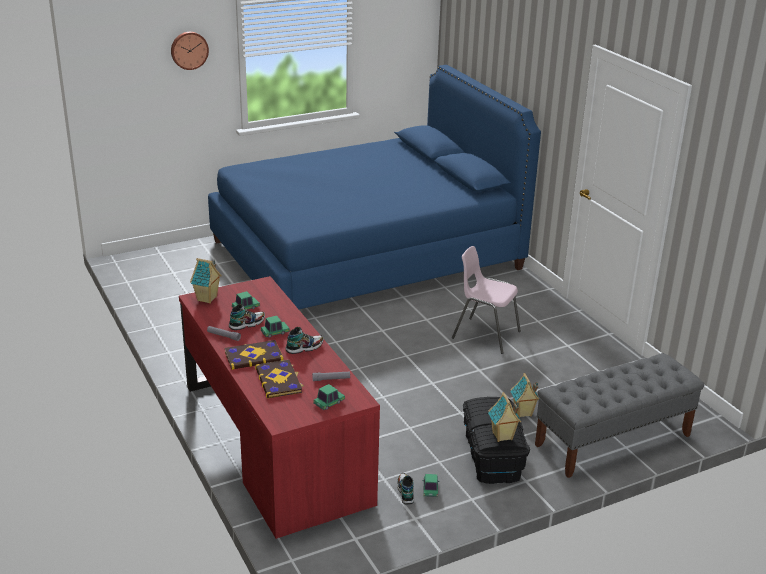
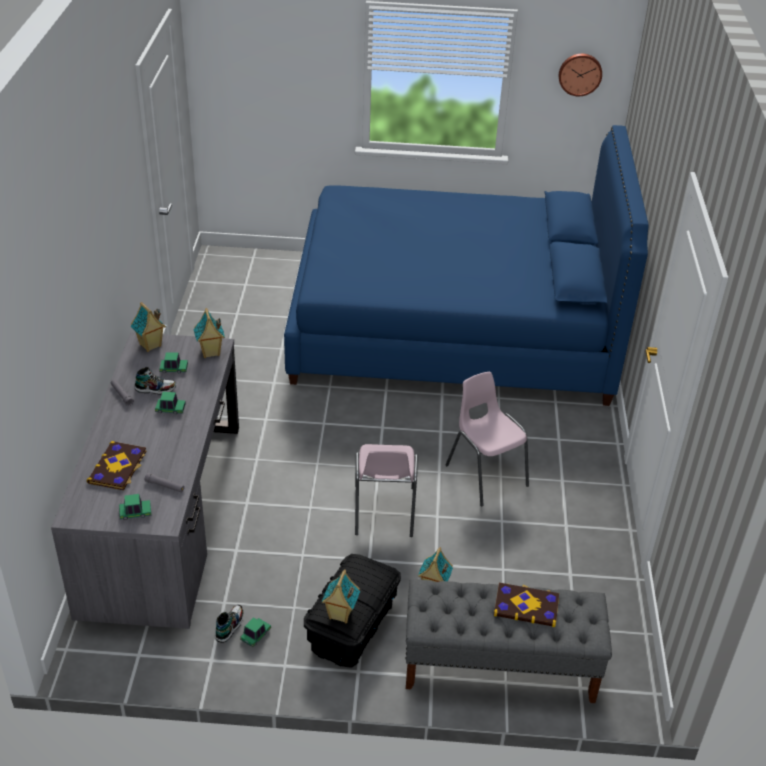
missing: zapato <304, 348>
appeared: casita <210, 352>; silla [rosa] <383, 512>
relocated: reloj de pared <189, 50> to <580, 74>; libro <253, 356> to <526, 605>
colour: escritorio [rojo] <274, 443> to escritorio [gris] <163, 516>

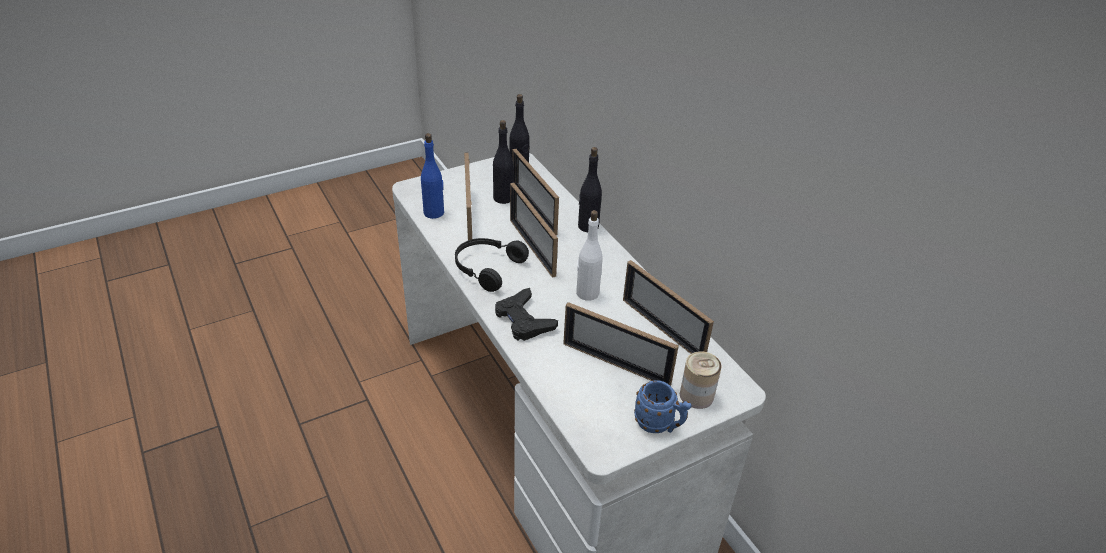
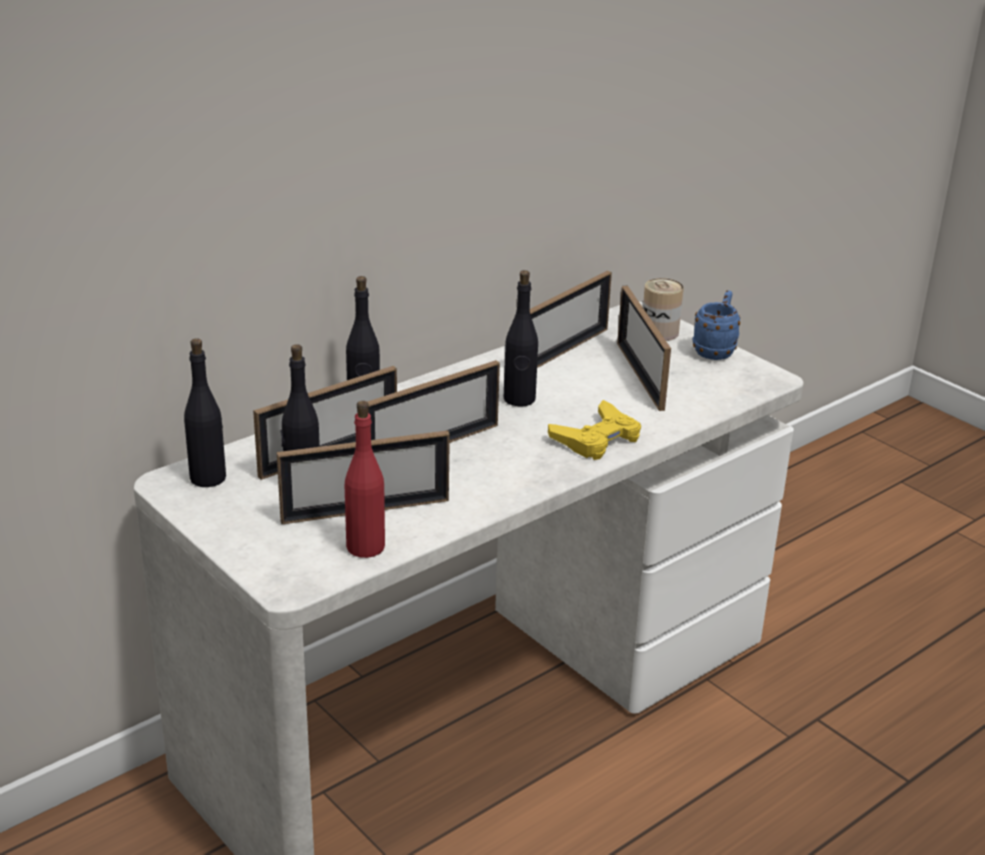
missing: auriculares [negro] <486, 268>
colour: botella [azul] <434, 212> to botella [rojo] <365, 546>; mando de consola [negro] <523, 320> to mando de consola [amarillo] <597, 439>; botella [blanco] <587, 293> to botella [negro] <519, 399>
spun: portarretratos <616, 364> = <640, 376> 150 degrees clockwise

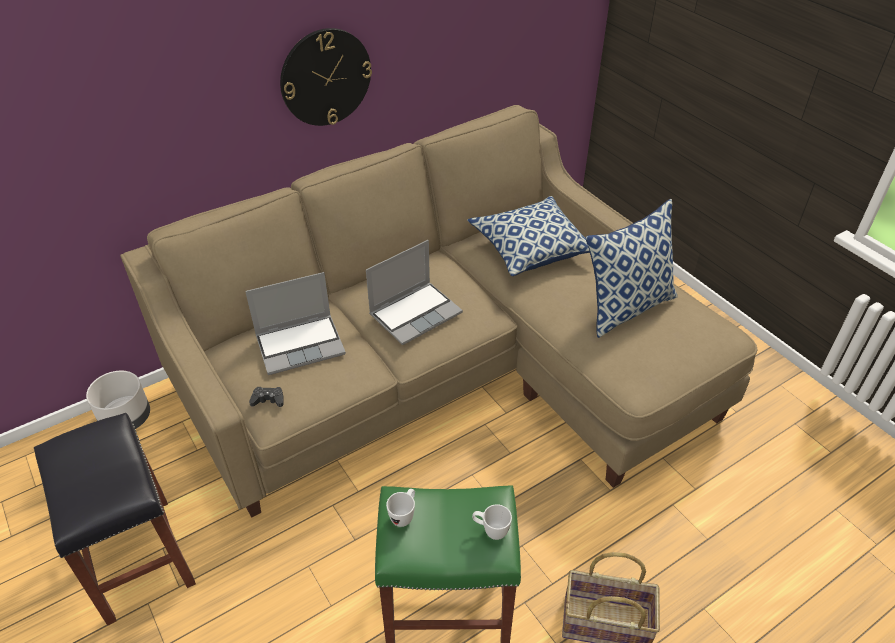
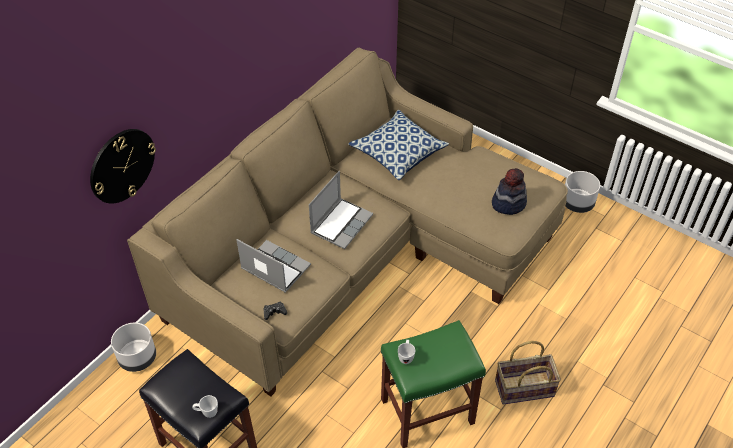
missing: cojín <626, 307>
appeared: sombrero <508, 203>; maceta [gris] <577, 203>
relocated: reloj de pared <325, 77> to <122, 165>; taza grande [blanco] <490, 530> to <207, 412>
spun: portátil <301, 344> = <274, 268> 105 degrees counterclockwise

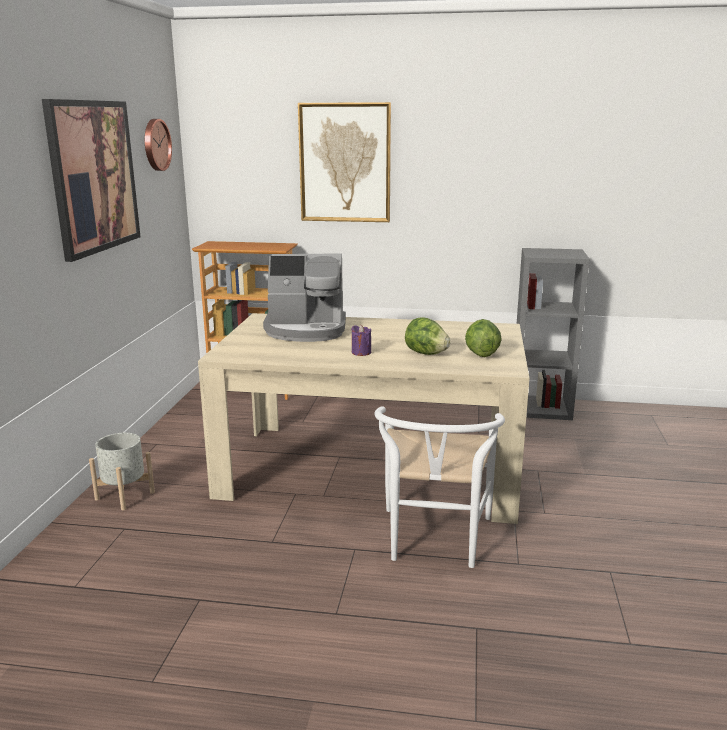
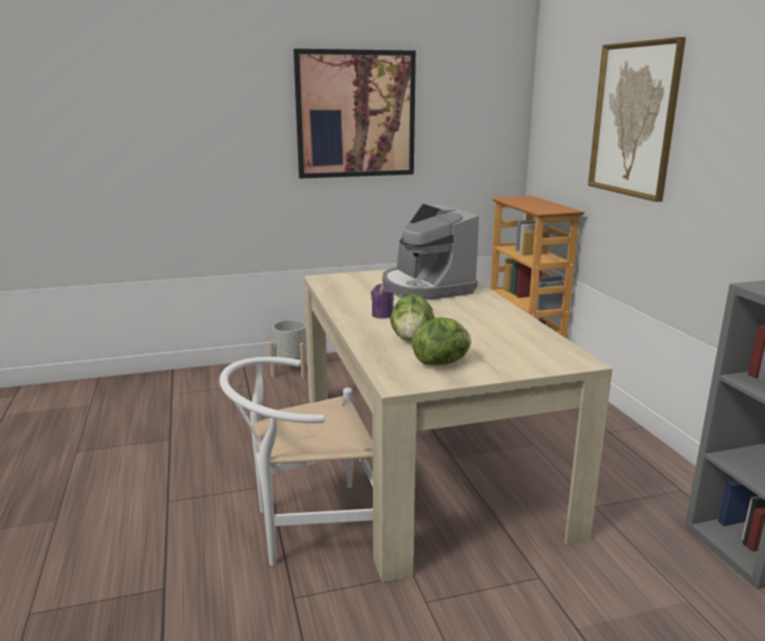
missing: reloj de pared <155, 145>

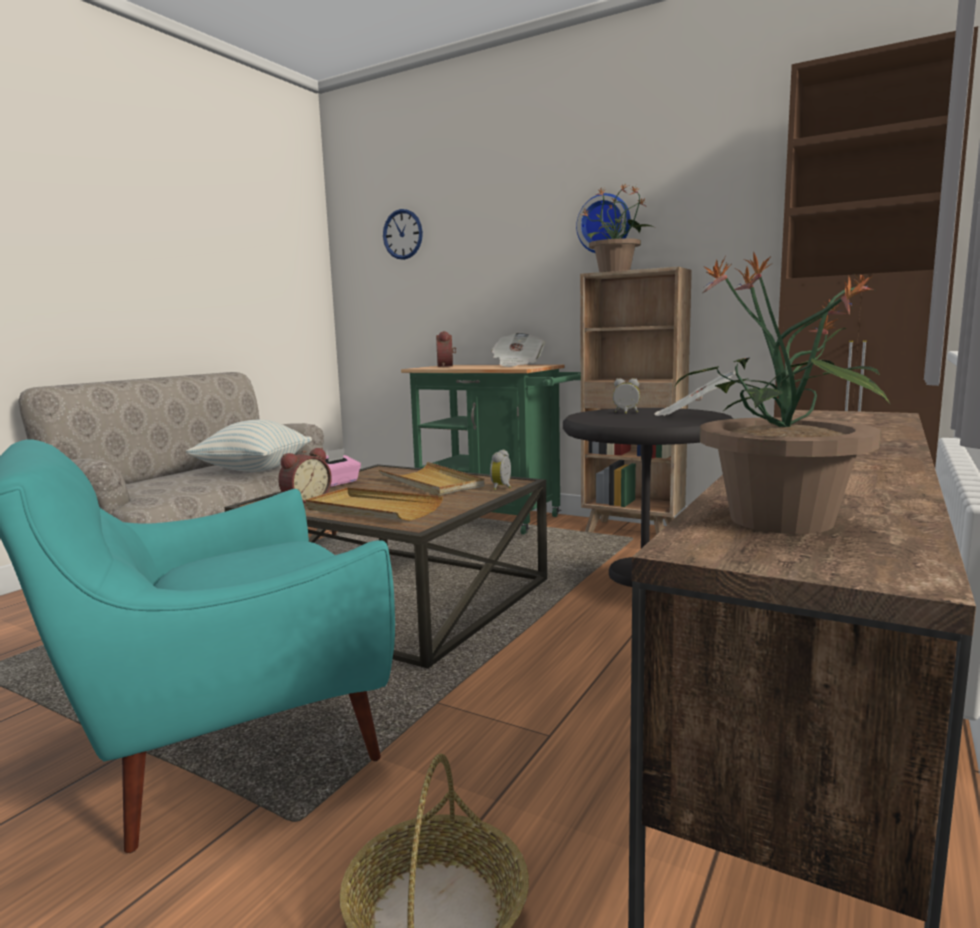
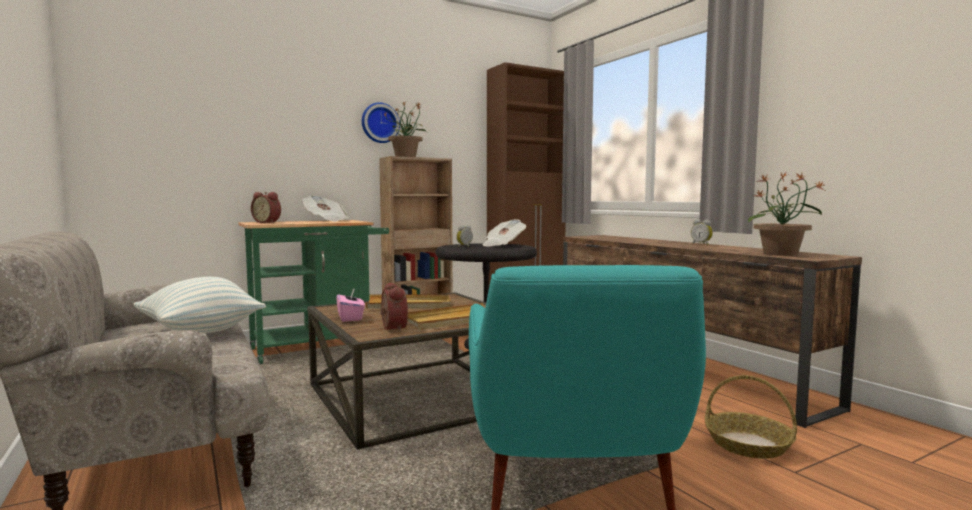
missing: reloj de pared <402, 234>
relocated: despertador <503, 488> to <701, 244>

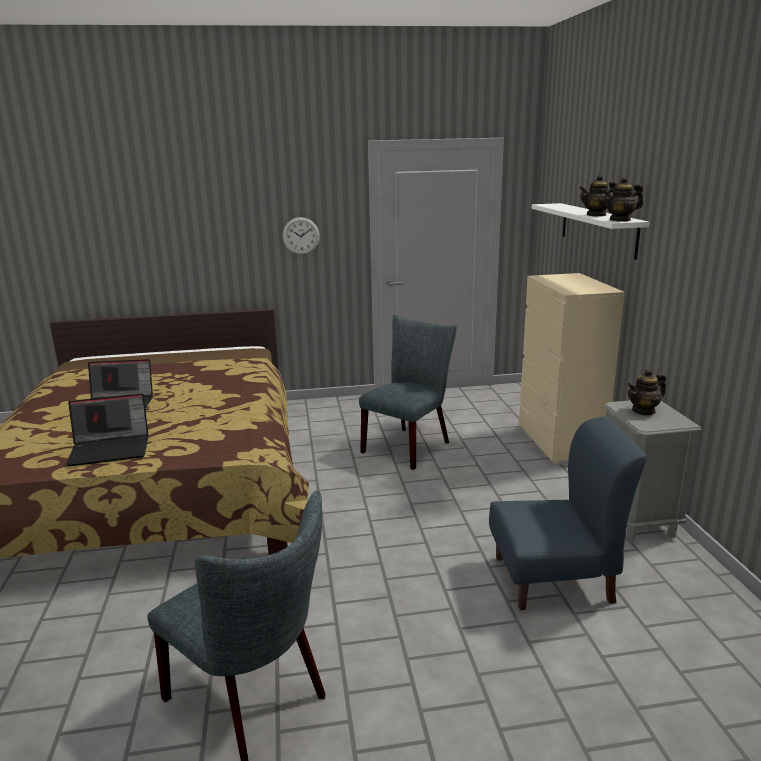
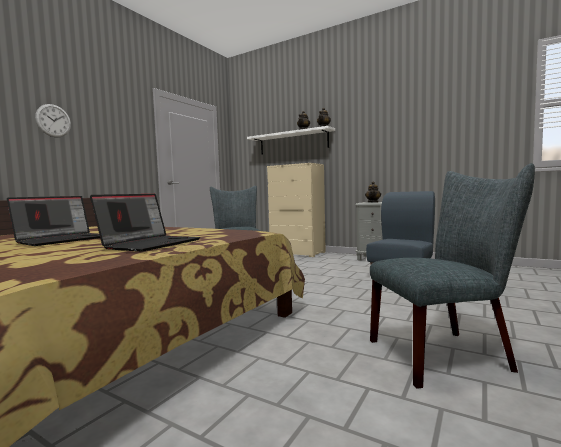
relocated: reloj de pared <301, 236> to <53, 120>

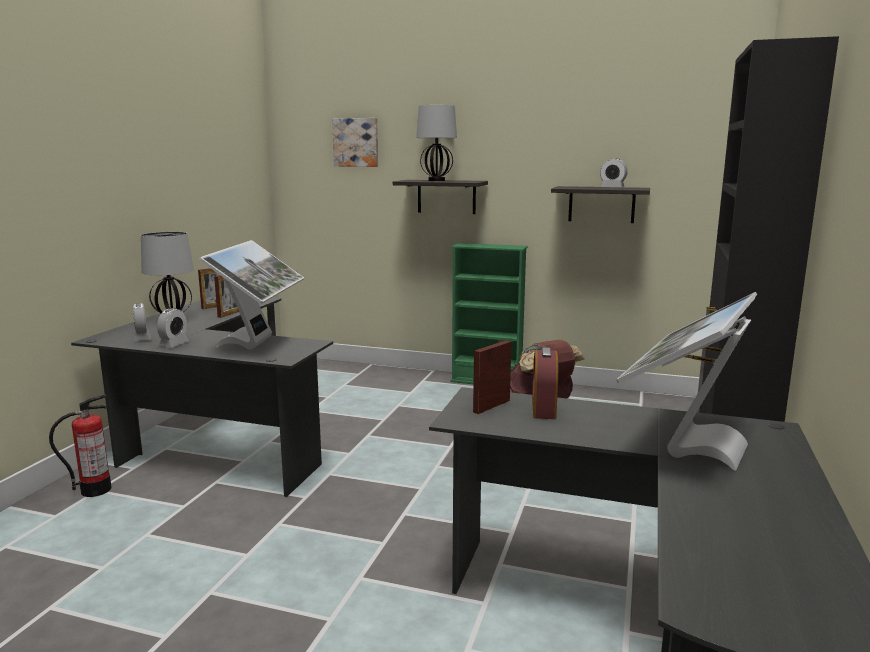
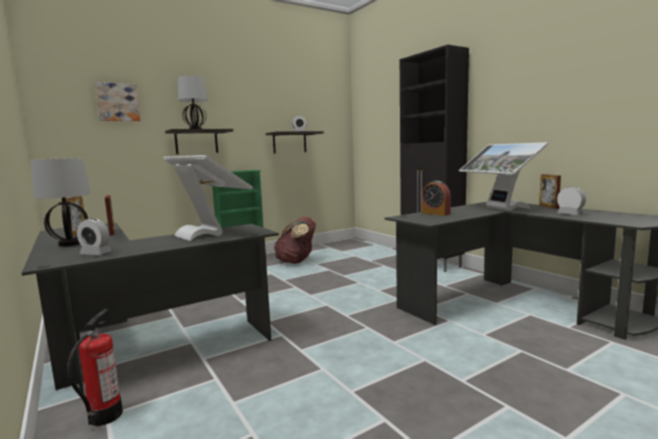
relocated: despertador <174, 344> to <570, 214>; portarretratos <491, 406> to <548, 207>

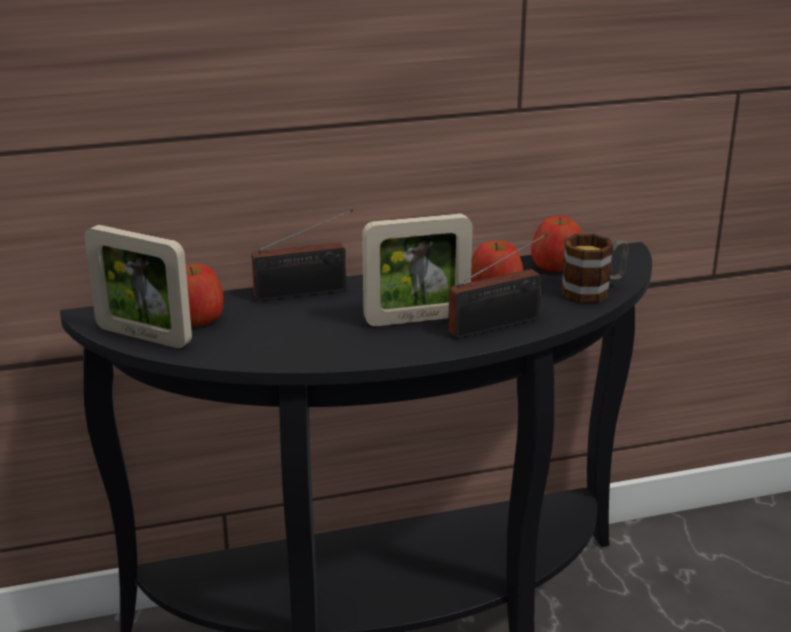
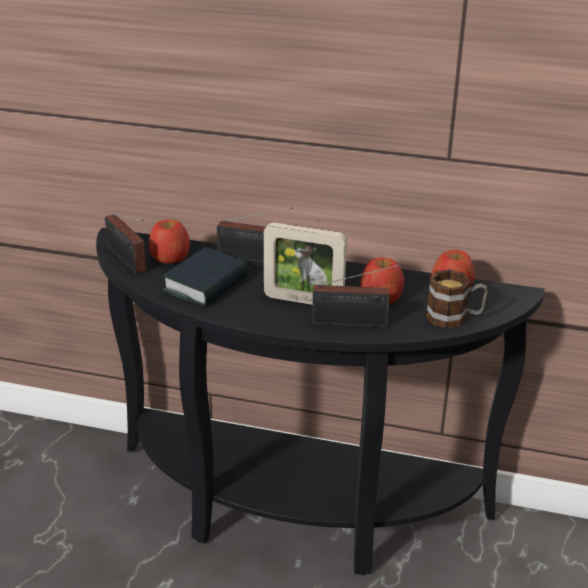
appeared: libro <206, 284>
exchanged: portarretratos <143, 336> to radio <127, 260>

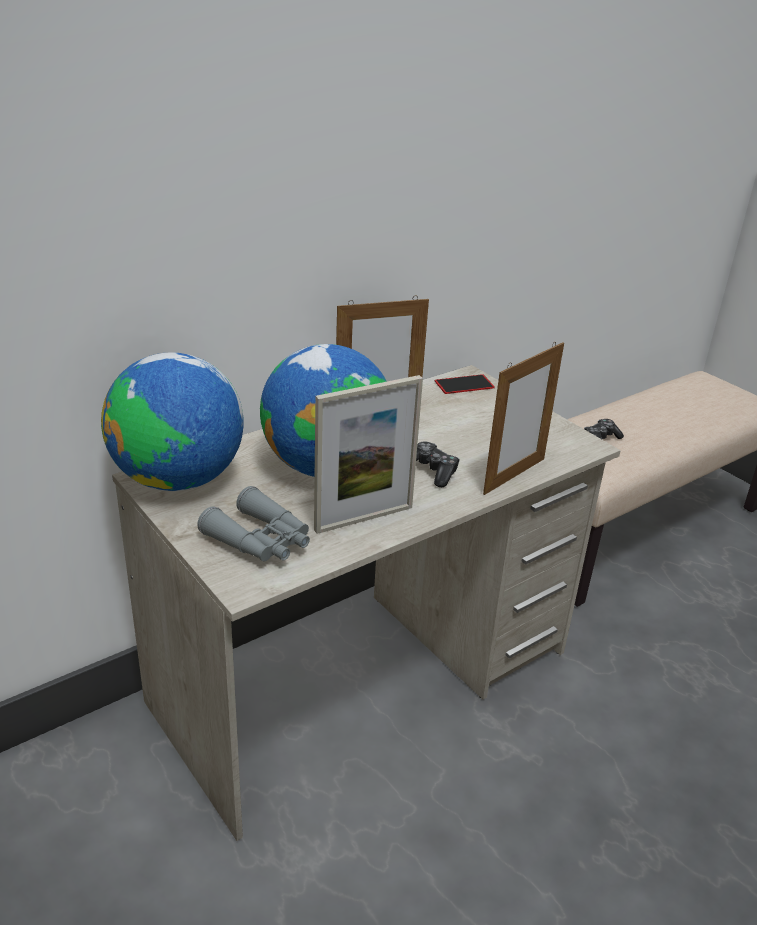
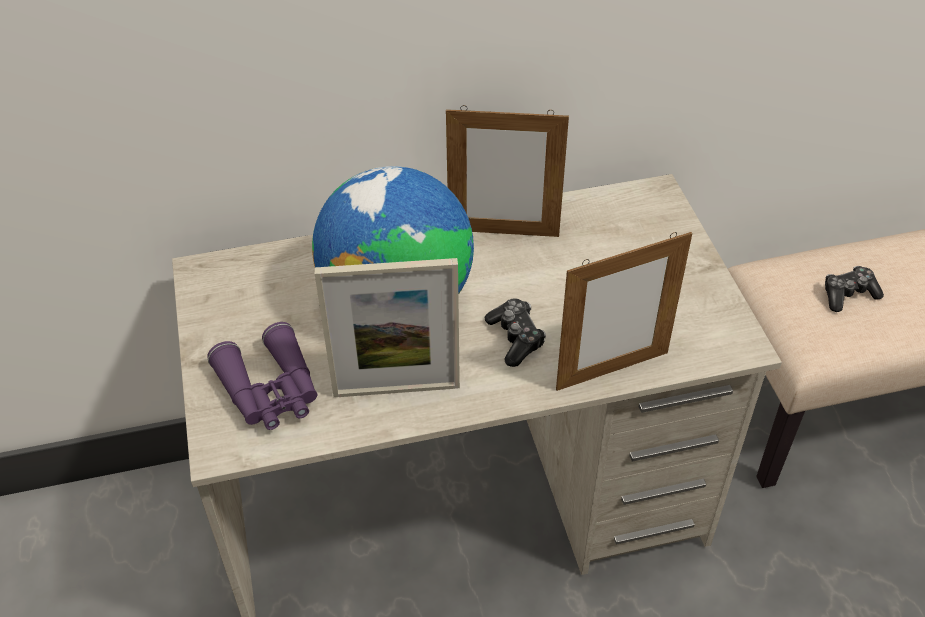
missing: globo terráqueo <179, 480>; móvil <464, 384>
colour: prismáticos [gris] <261, 540> to prismáticos [morado] <270, 391>

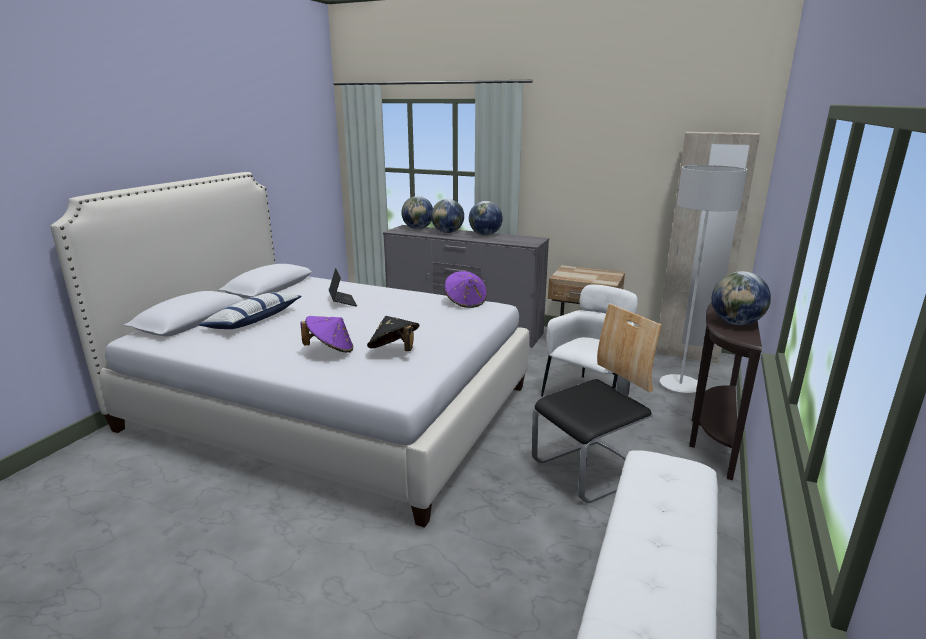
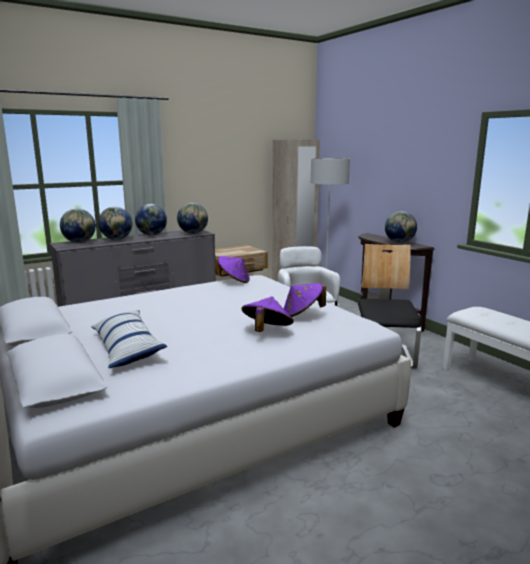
missing: portátil <342, 302>
appeared: globo terráqueo <193, 233>
colour: sombrero [negro] <394, 351> to sombrero [morado] <302, 314>

